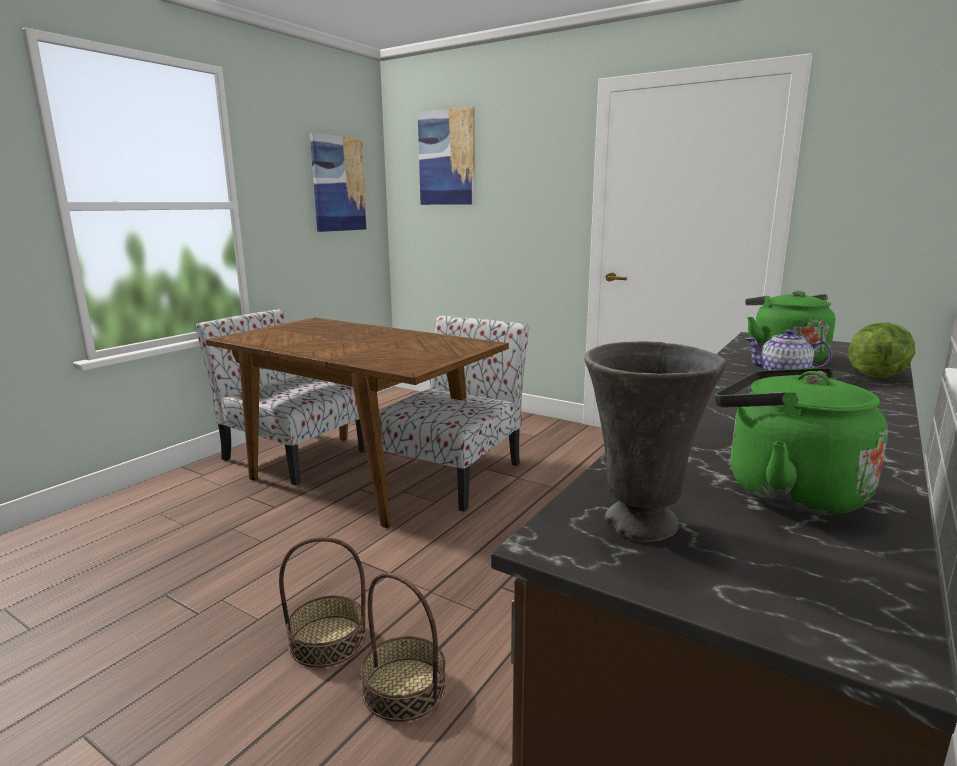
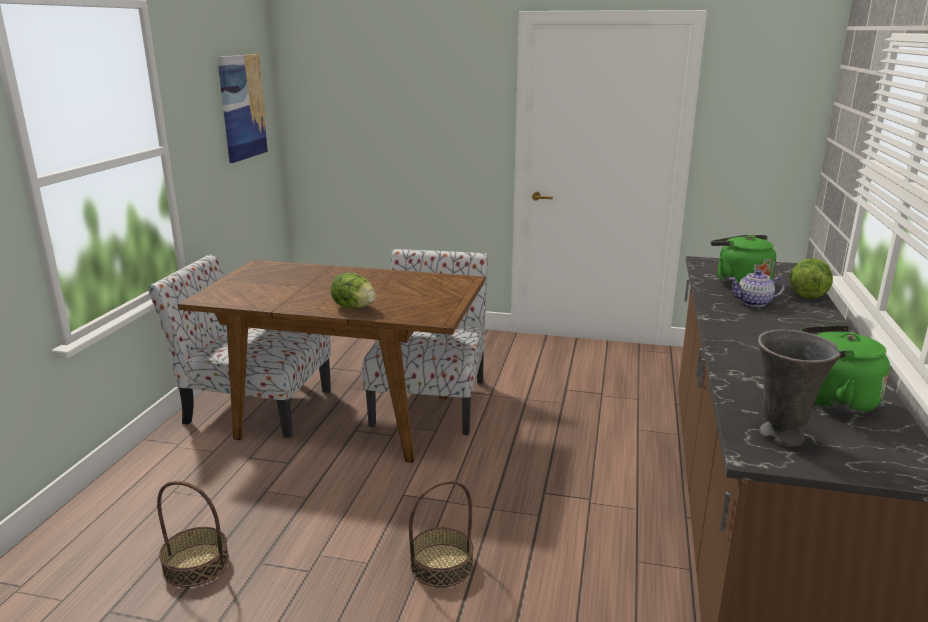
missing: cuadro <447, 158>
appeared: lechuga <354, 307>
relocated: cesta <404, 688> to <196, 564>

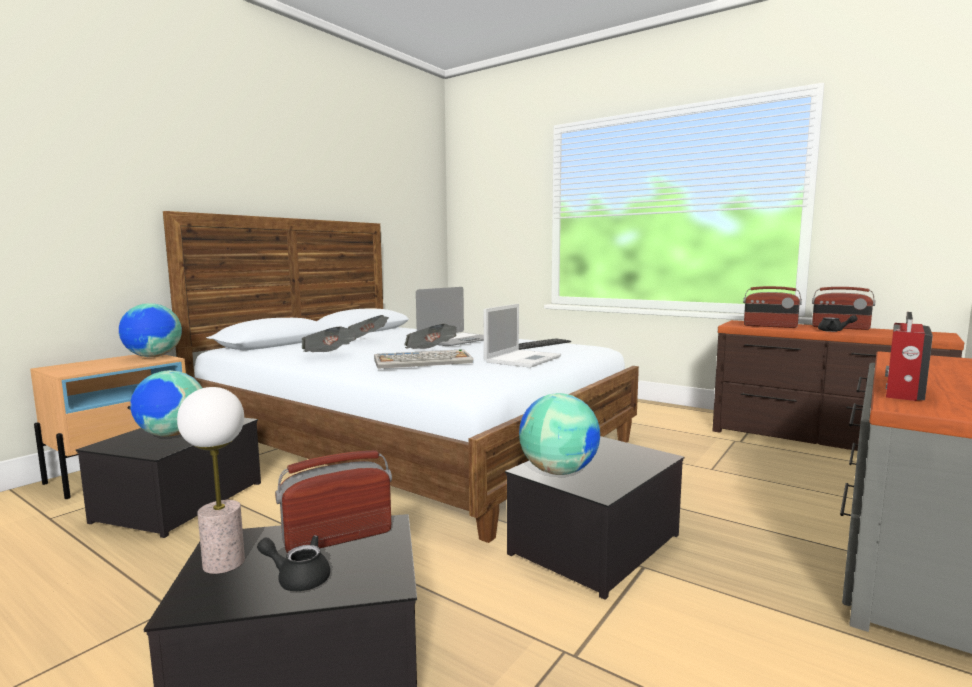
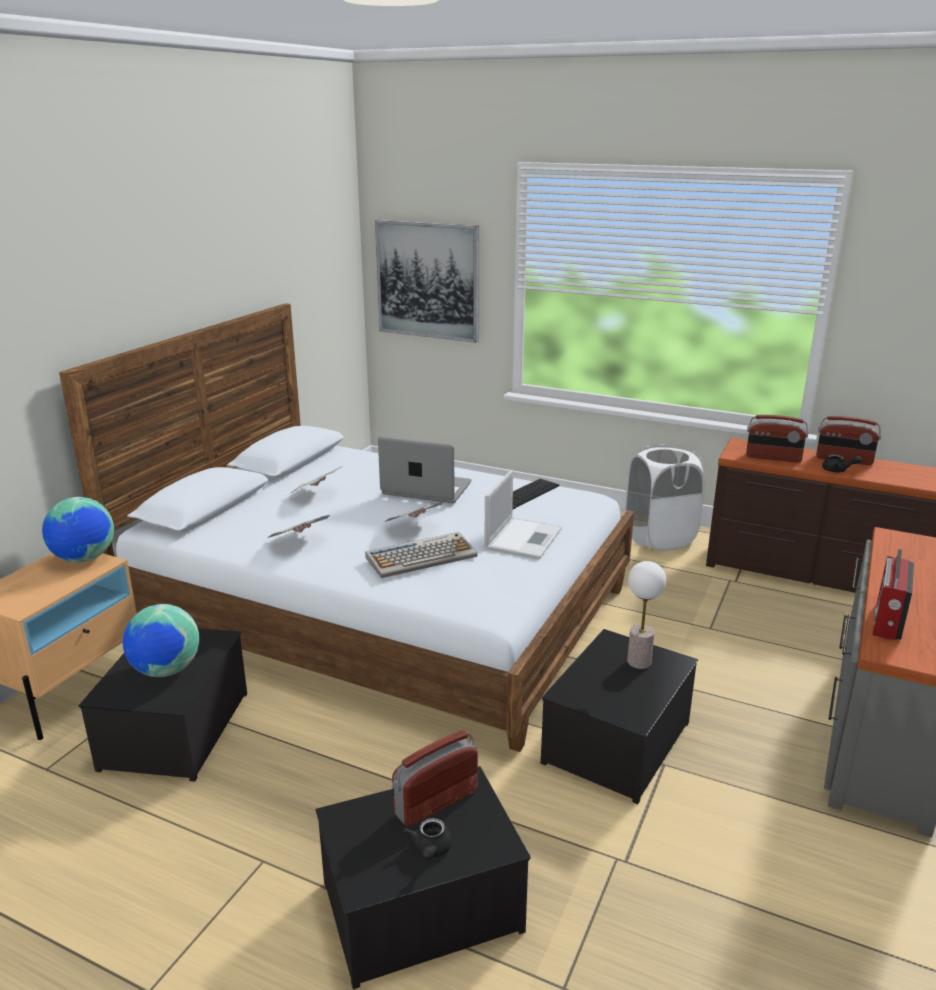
missing: globo terráqueo <558, 471>
appeared: cuadro <428, 280>; cesto de la ropa [blanco] <659, 538>
relocated: lámpara de mesa <224, 563> to <639, 661>
spun: tetera [negro] <298, 578> = <430, 850> 90 degrees counterclockwise; portátil <456, 340> = <426, 489> 105 degrees counterclockwise

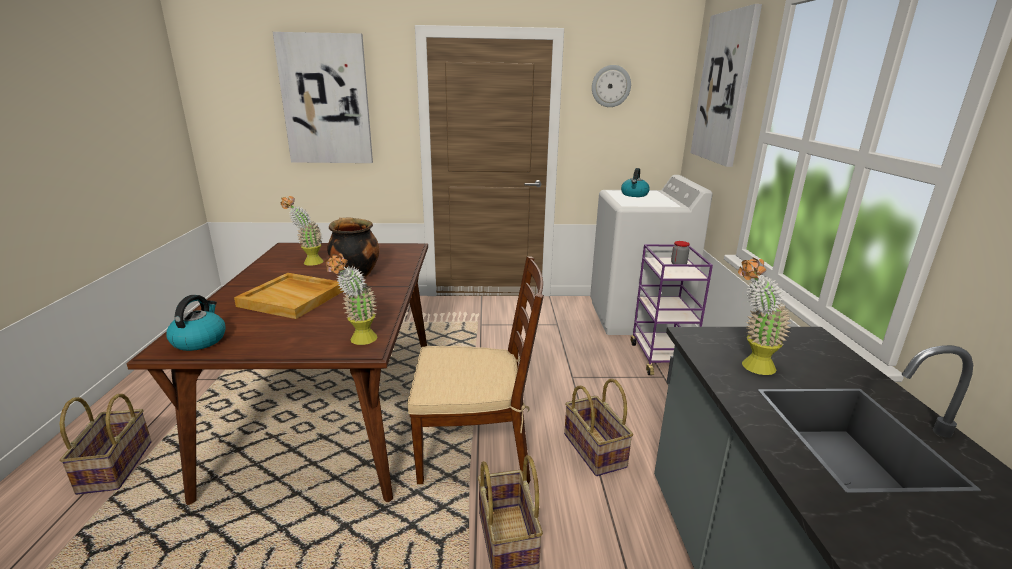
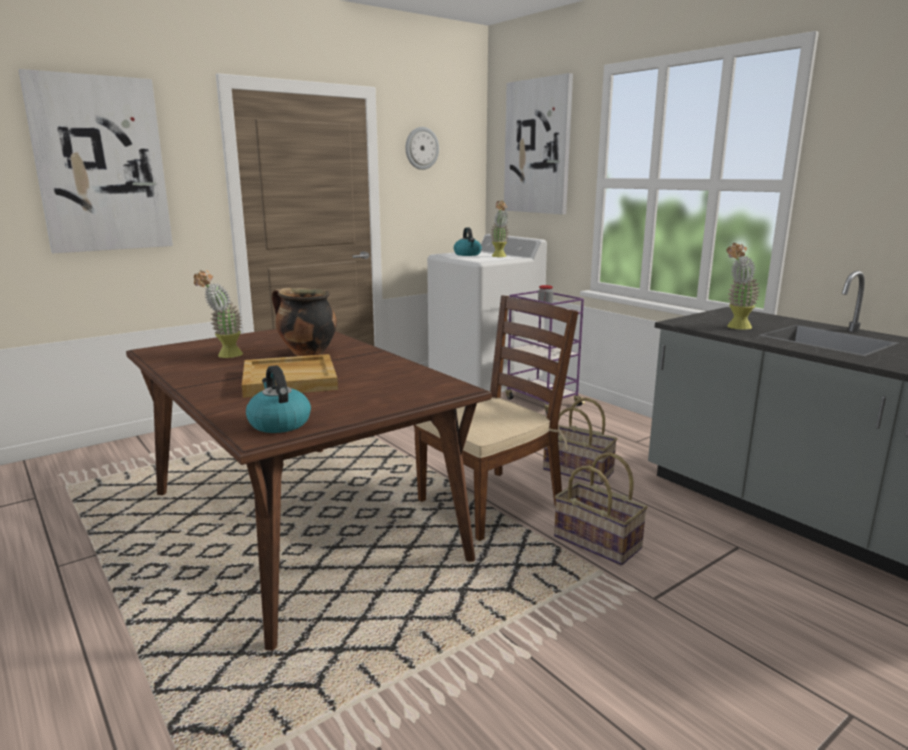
missing: cesta <114, 466>
relocated: planta en maceta <358, 341> to <499, 256>

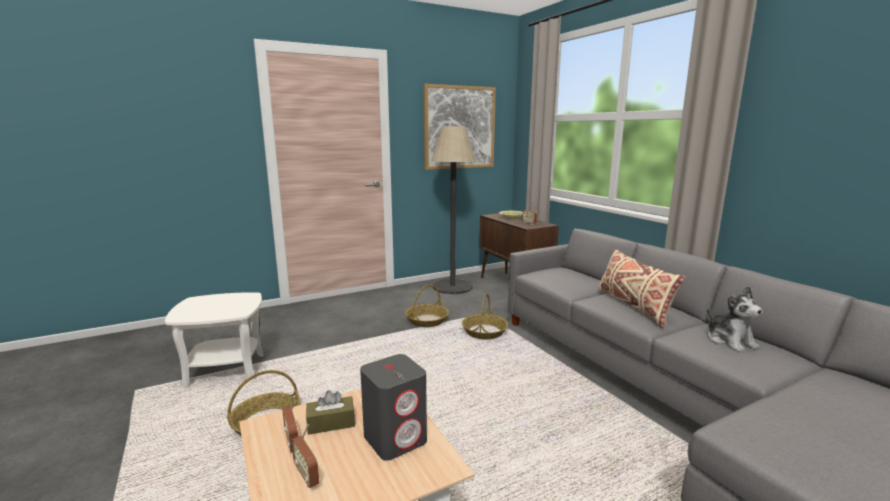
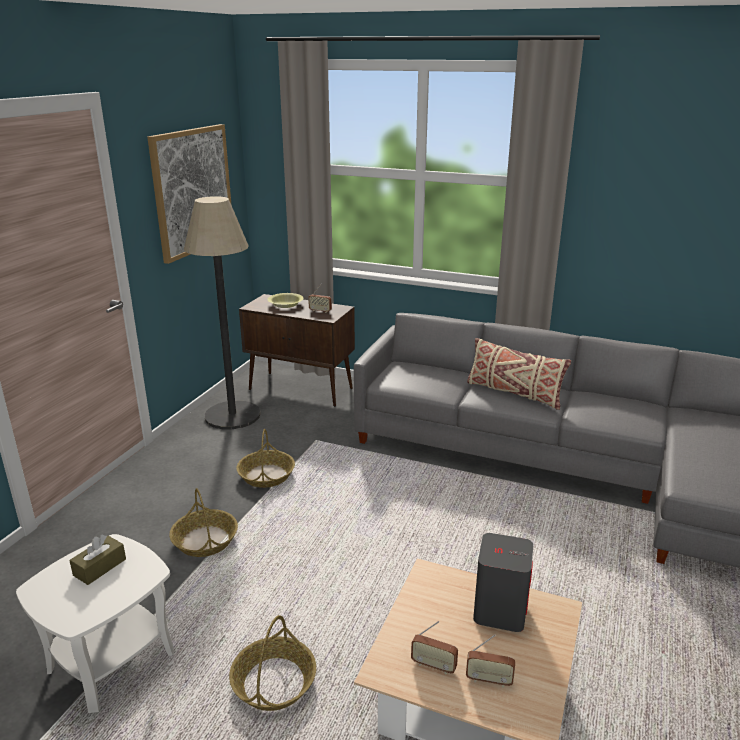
missing: peluche <729, 341>
relocated: caja de pañuelos [marrón] <331, 423> to <100, 567>; cesta <484, 331> to <205, 540>

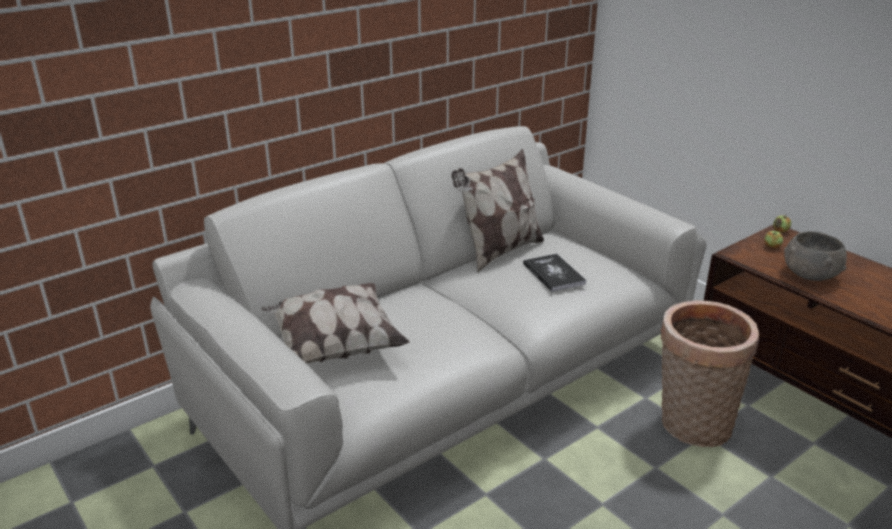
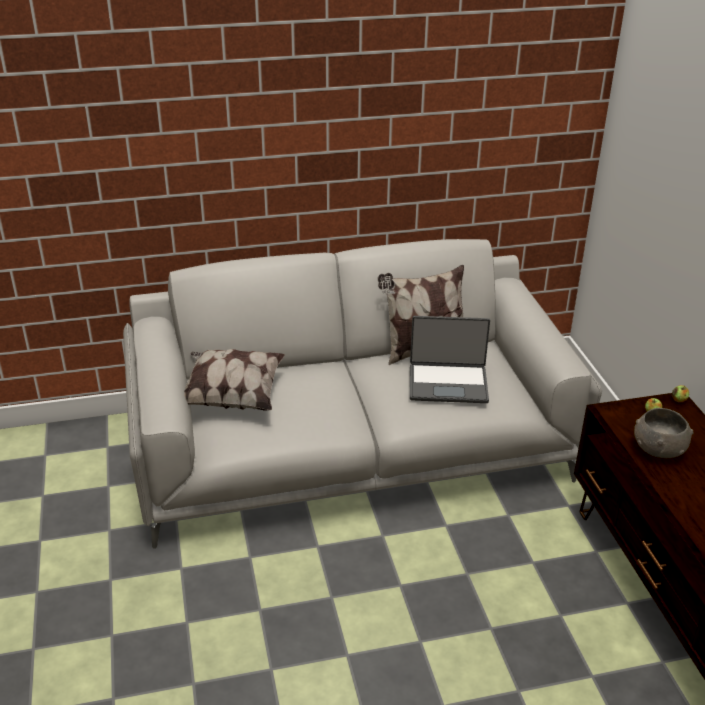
missing: cesta <691, 426>
exchanged: libro <553, 274> to portátil <448, 383>

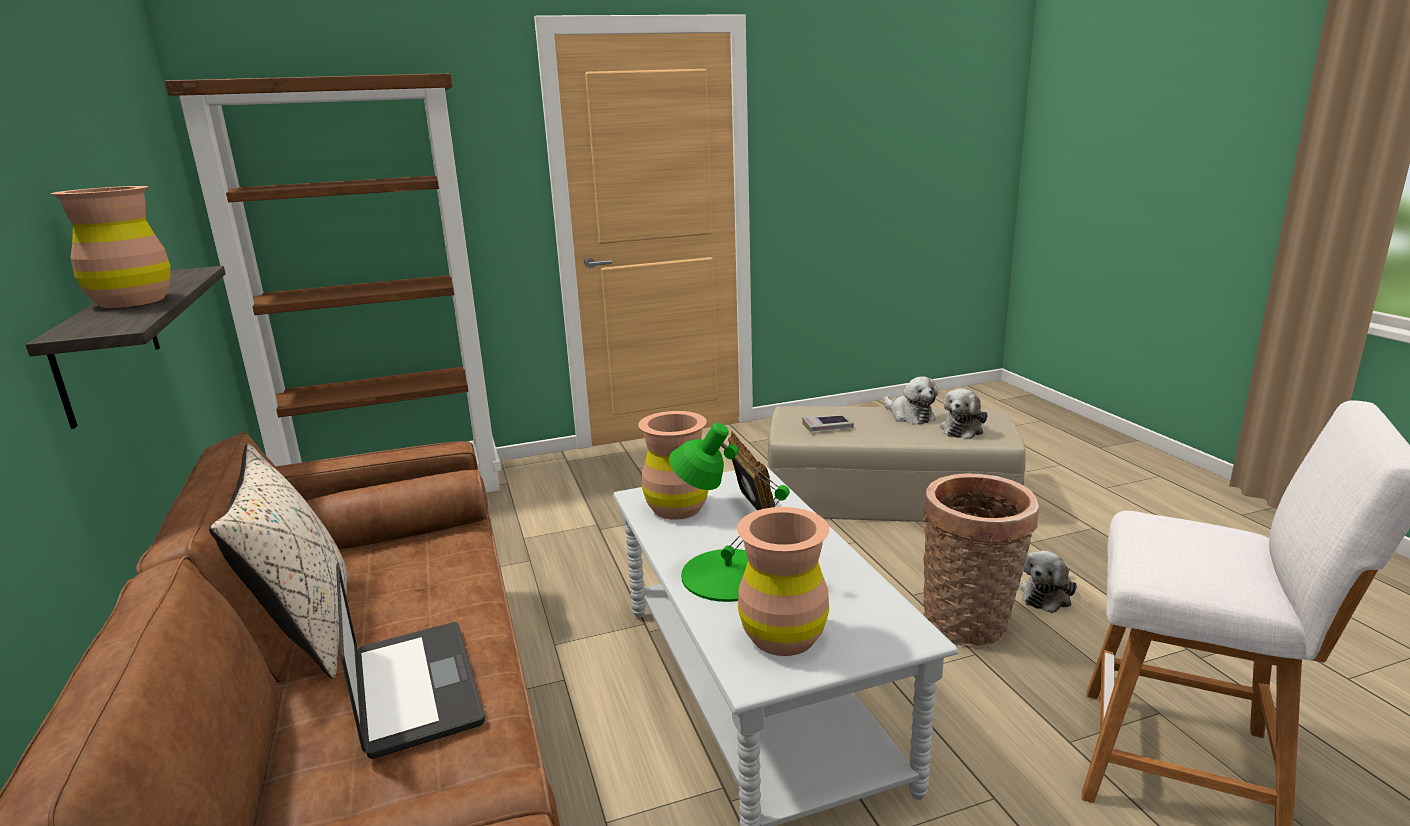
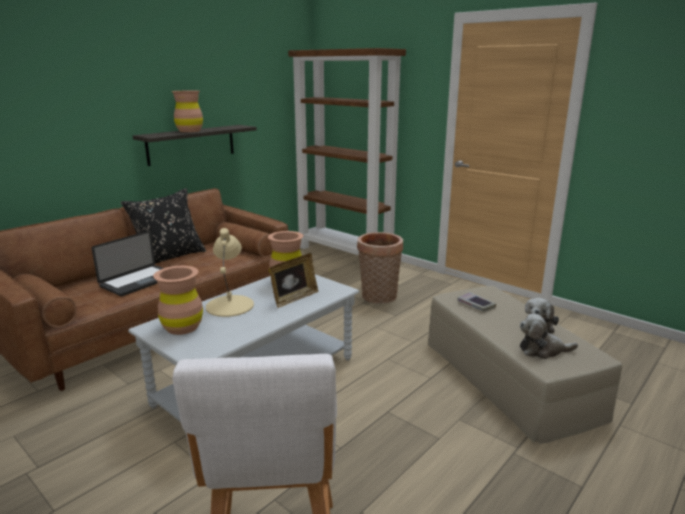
missing: peluche <1047, 595>
relocated: cesta <970, 625> to <378, 297>
colour: cojín [beis] <307, 630> to cojín [negro] <169, 257>; lámpara de mesa [verde] <727, 574> to lámpara de mesa [beis] <230, 305>

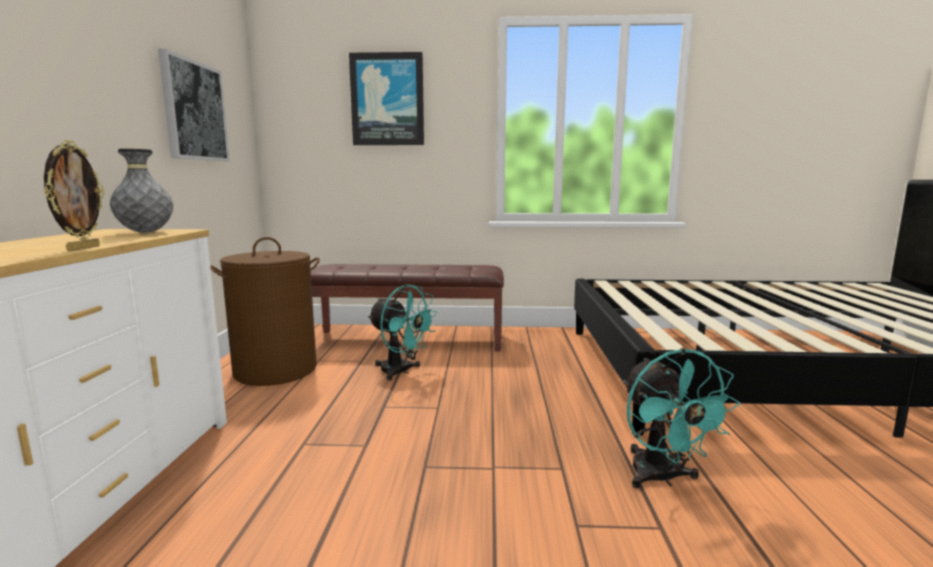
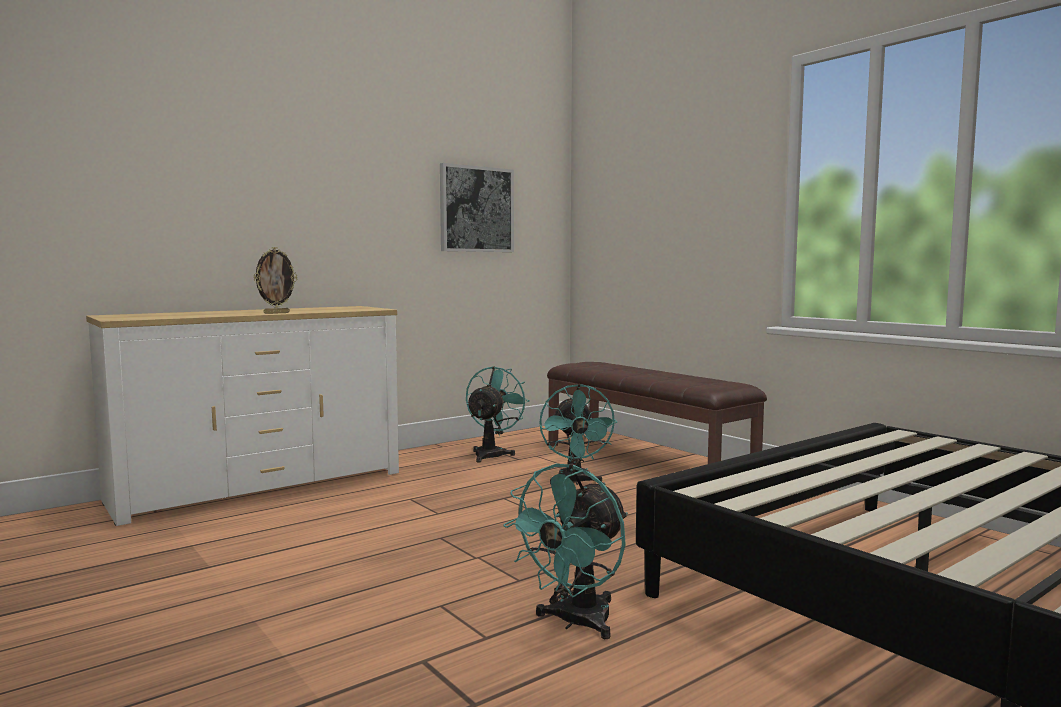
missing: florero [gris] <145, 232>; cuadro <387, 100>
exchanged: cesto de la ropa [marrón] <275, 370> to ventilador [turquesa] <492, 454>

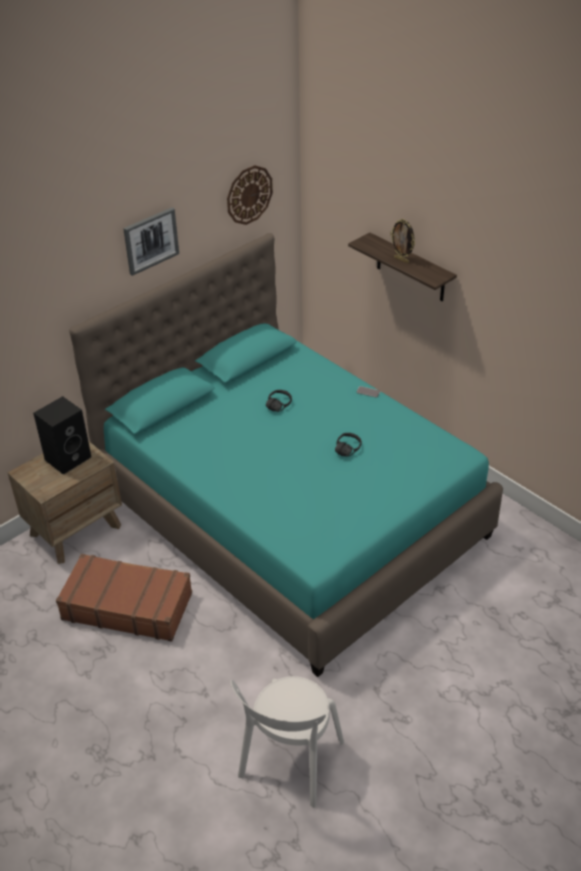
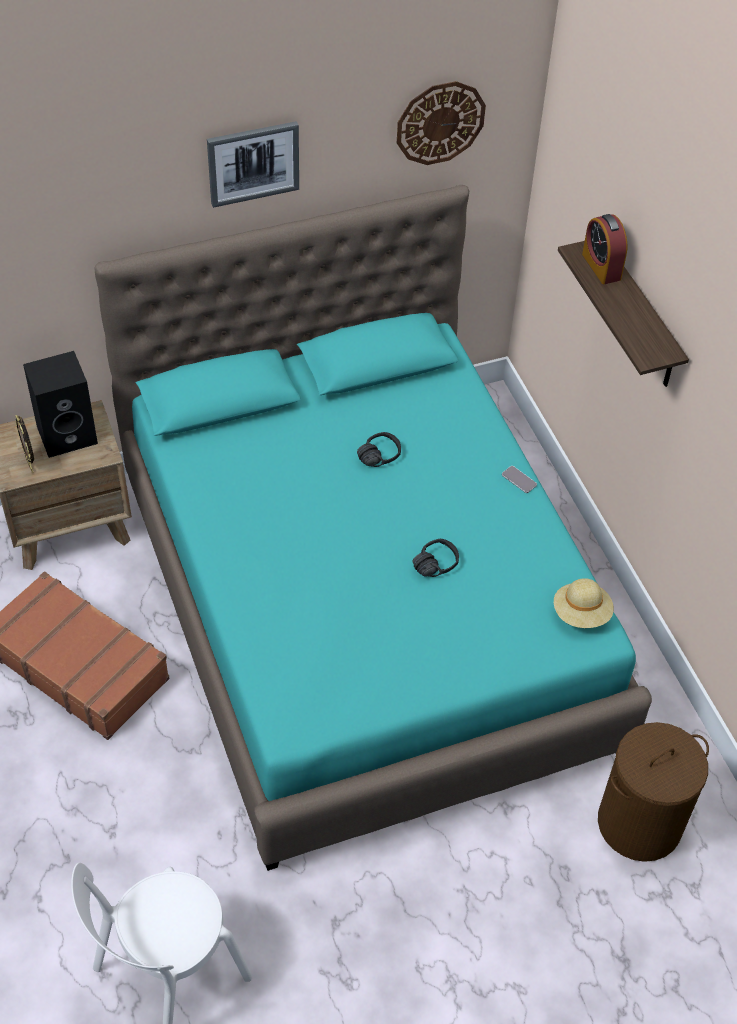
appeared: sombrero [beis] <581, 613>; despertador <601, 266>; cesto de la ropa [marrón] <640, 822>
relocated: portarretratos <401, 260> to <30, 464>

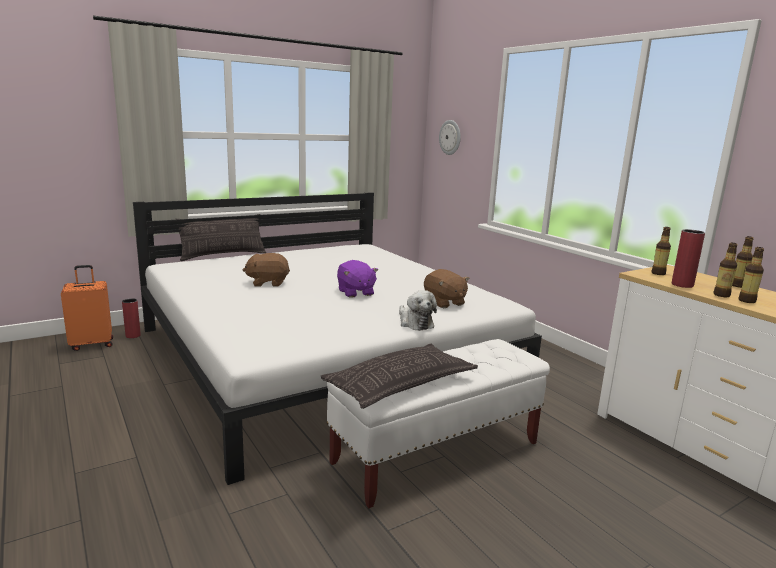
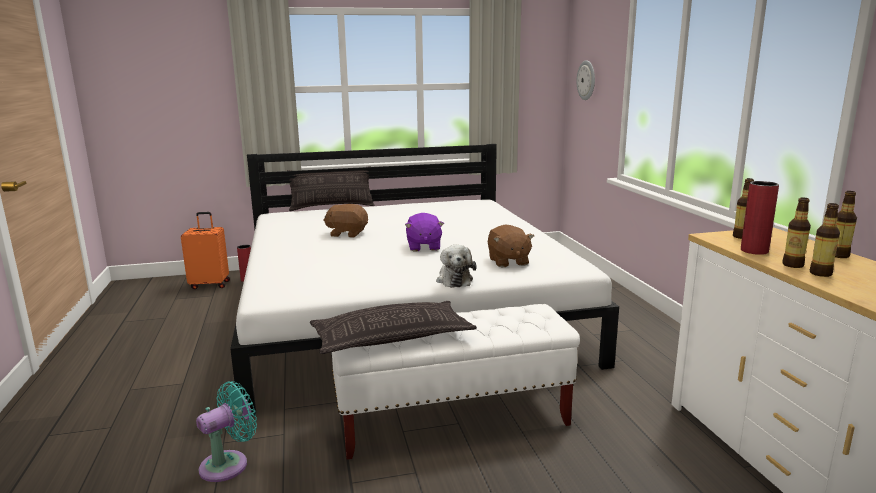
appeared: ventilador [turquesa] <228, 464>

